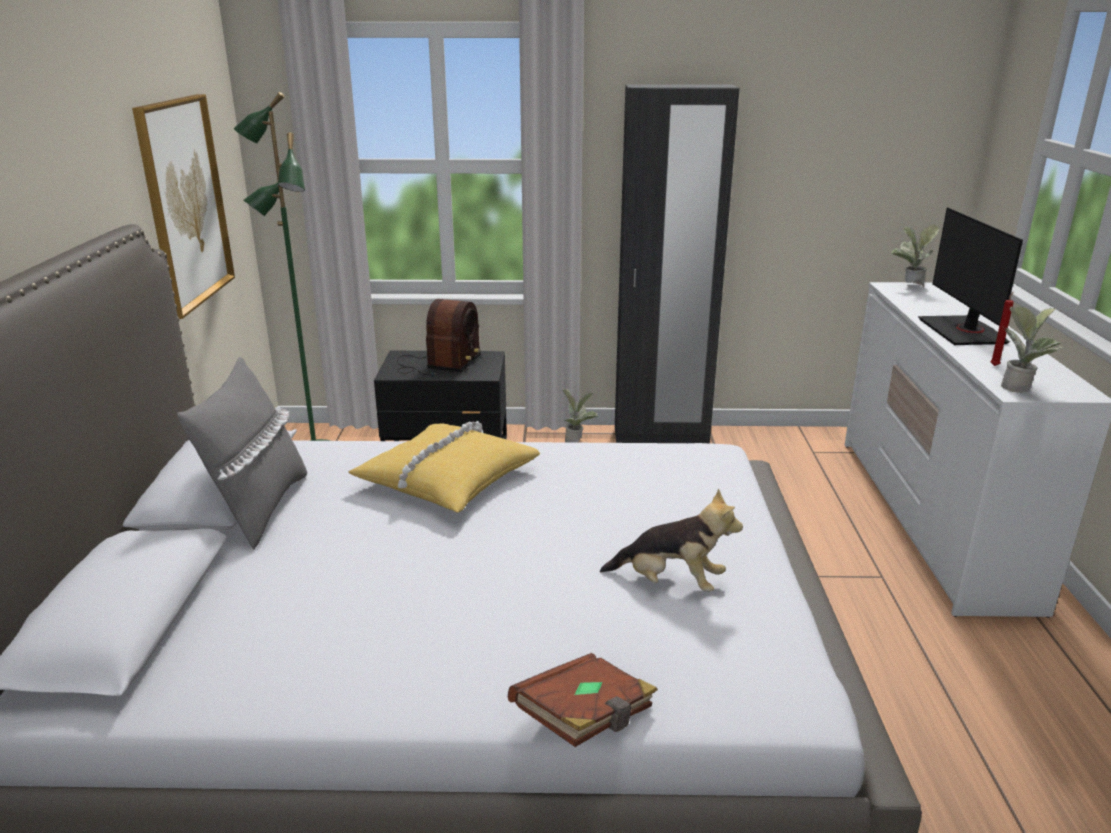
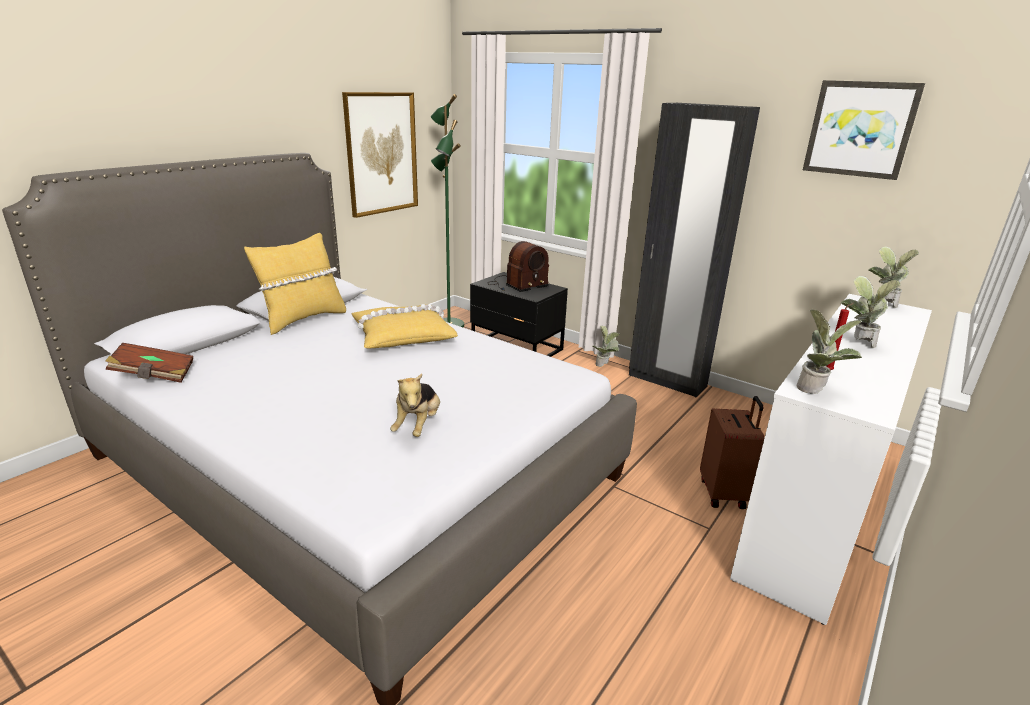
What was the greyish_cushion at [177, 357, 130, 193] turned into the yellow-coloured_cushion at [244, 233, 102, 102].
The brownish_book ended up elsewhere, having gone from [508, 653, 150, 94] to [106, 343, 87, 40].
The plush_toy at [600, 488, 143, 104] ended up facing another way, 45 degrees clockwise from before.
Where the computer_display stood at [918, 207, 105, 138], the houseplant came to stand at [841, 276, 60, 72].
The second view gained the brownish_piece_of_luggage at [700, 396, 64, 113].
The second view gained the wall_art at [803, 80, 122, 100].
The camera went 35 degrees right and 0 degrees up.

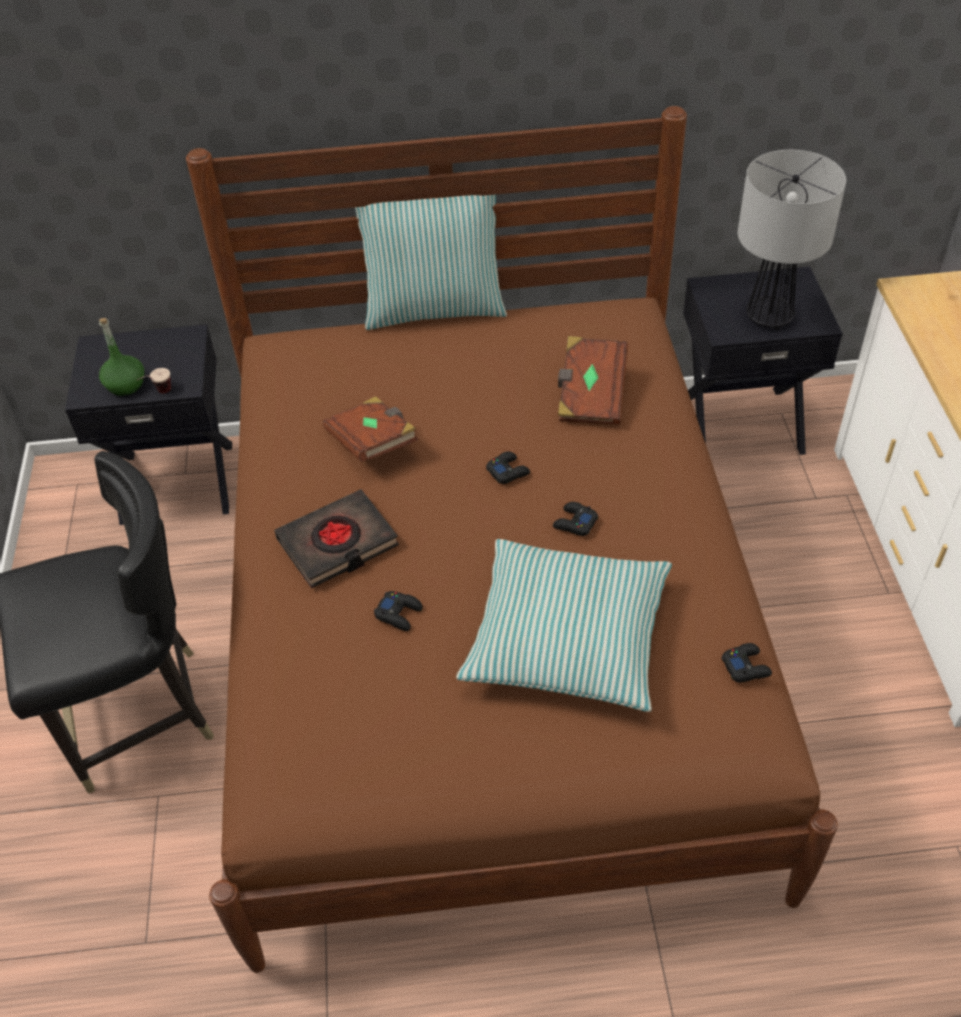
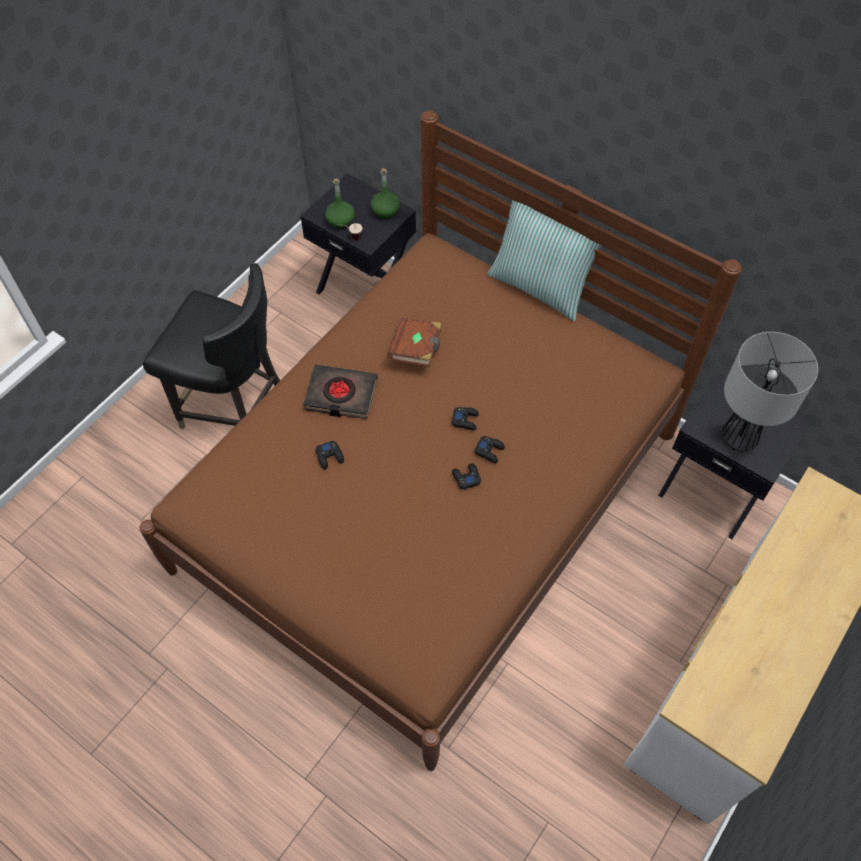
The second view lost the cushion at [456, 539, 216, 173].
The second view lost the brownish_book at [558, 336, 70, 89].
The black-coloured_game_controller ended up elsewhere, having gone from [721, 643, 51, 40] to [474, 436, 31, 27].
The second view gained the green-coloured_bottle at [371, 168, 29, 51].
The camera went 40 degrees right and 10 degrees up.

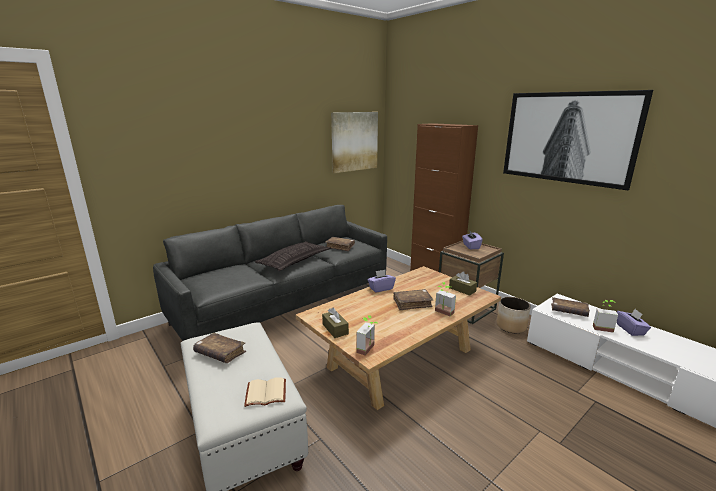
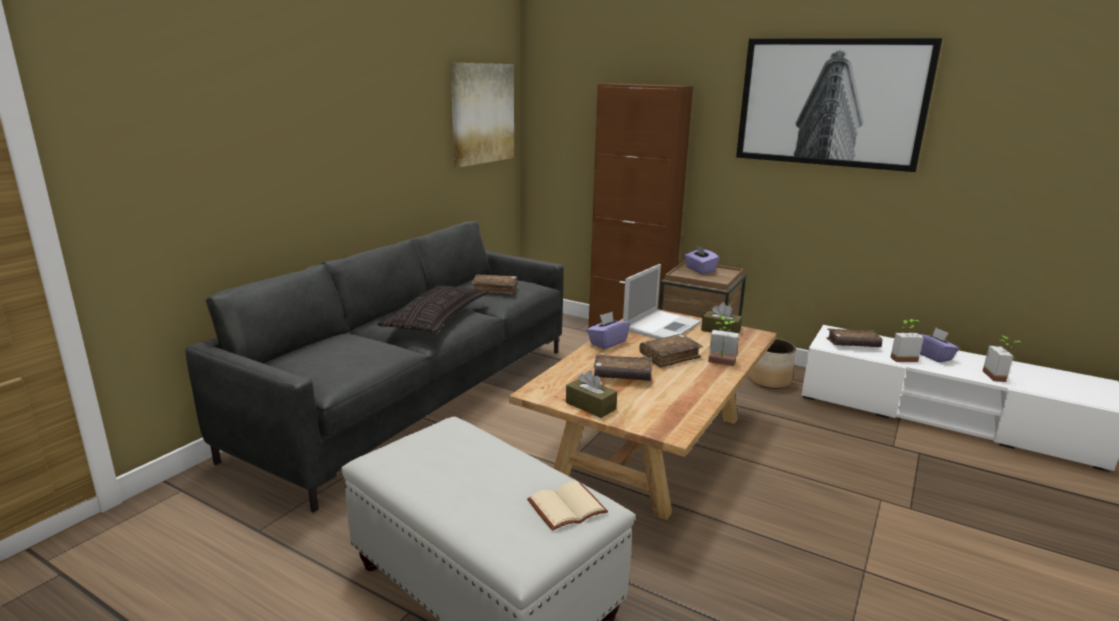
The brownish_book ended up elsewhere, having gone from [193, 333, 53, 30] to [594, 355, 58, 26].
The houseplant ended up elsewhere, having gone from [357, 315, 22, 41] to [983, 336, 38, 46].
The second view gained the laptop at [623, 264, 78, 75].
The camera went 20 degrees left and 0 degrees up.

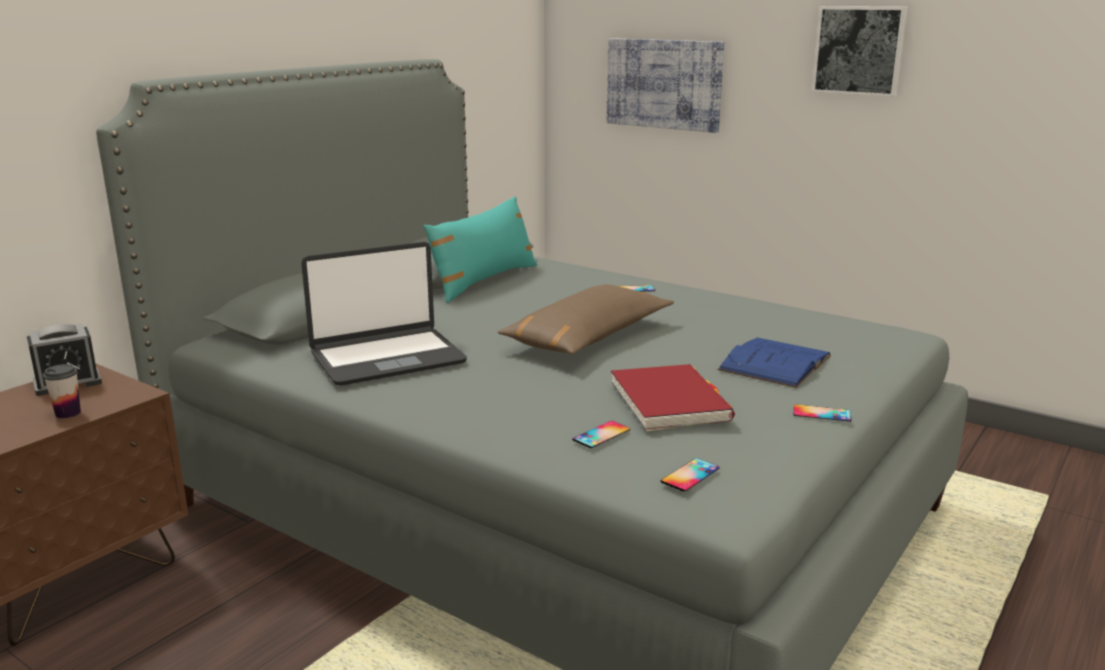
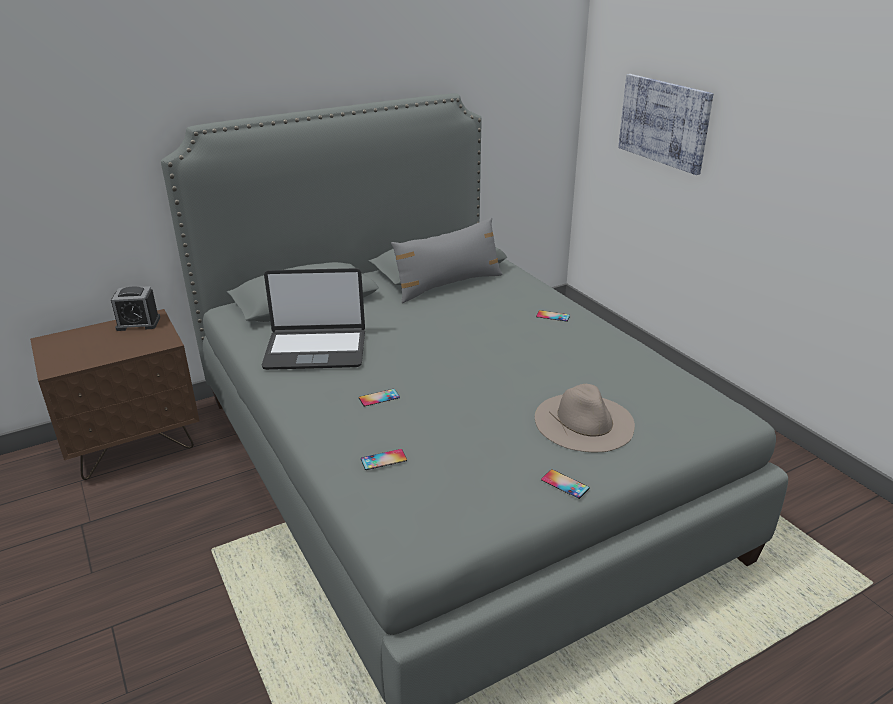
The second view lost the cup at [43, 364, 38, 54].
What was the blue-green_cushion at [423, 196, 114, 107] turned into the greyish_cushion at [391, 217, 112, 86].
The second view lost the brownish_cushion at [498, 284, 176, 71].
The second view lost the red-coloured_book at [611, 364, 124, 68].
The handset ended up elsewhere, having gone from [660, 458, 59, 34] to [359, 389, 41, 18].
Where the blue-coloured_book stood at [718, 337, 113, 51], the beige-coloured_wearable_hat came to stand at [535, 384, 100, 68].
The second view lost the wall_art at [812, 6, 96, 91].
The camera went 25 degrees right and 10 degrees up.

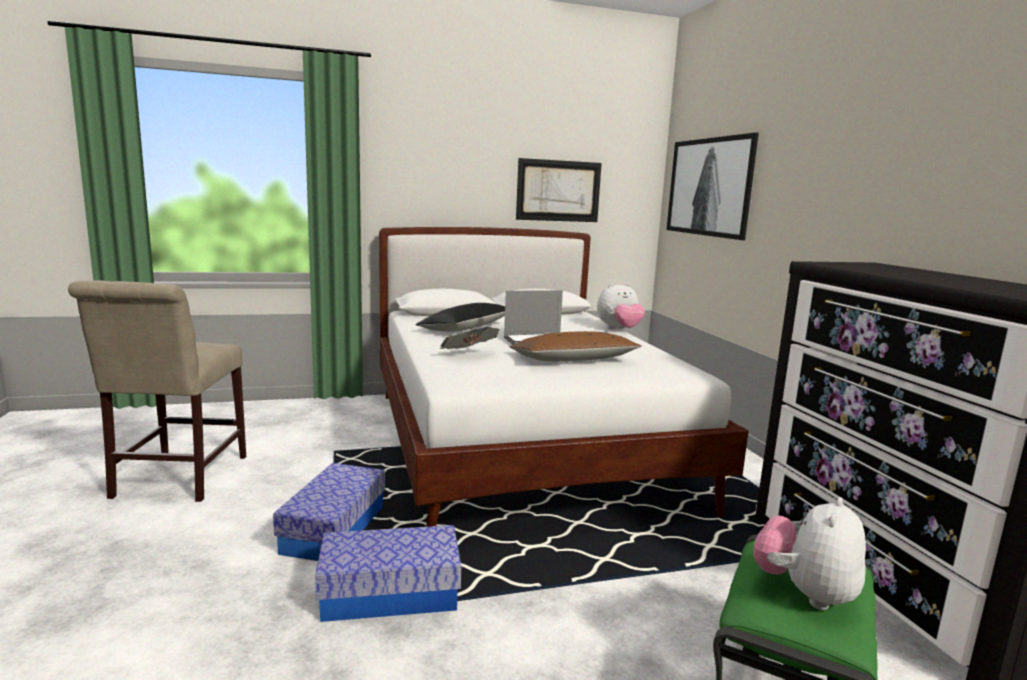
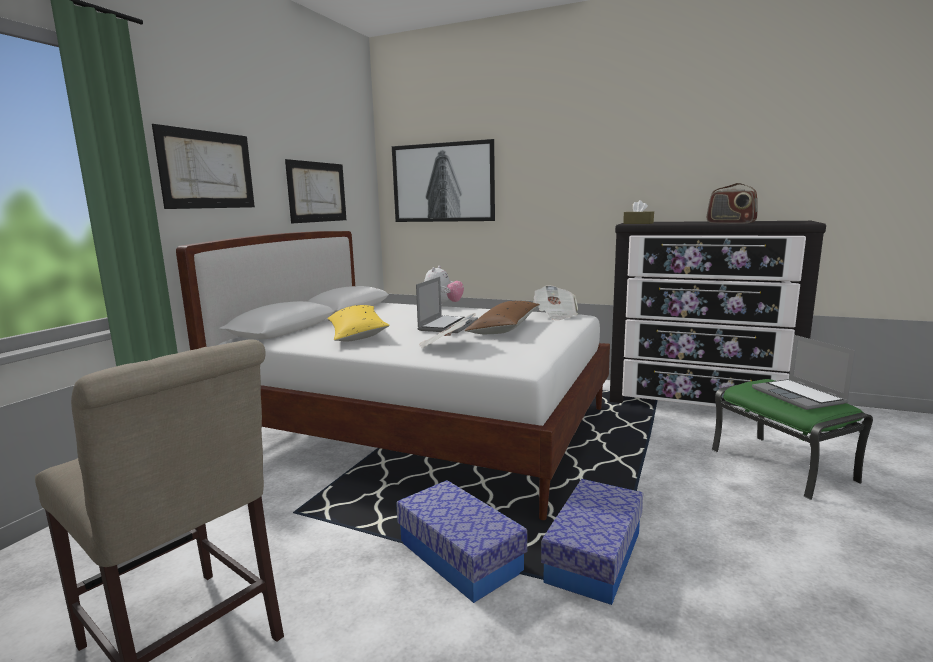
What was the black-coloured_cushion at [415, 303, 90, 29] turned into the yellow-coloured_cushion at [327, 305, 63, 37].
Where the plush_toy stood at [753, 497, 113, 113], the laptop came to stand at [752, 335, 103, 75].
The second view gained the wall_art at [152, 124, 103, 85].
The second view gained the daily_paper at [533, 285, 45, 35].
The second view gained the brownish_box_of_tissues at [623, 200, 31, 24].
The second view gained the radio at [707, 183, 51, 41].
The camera went 50 degrees left and 0 degrees up.

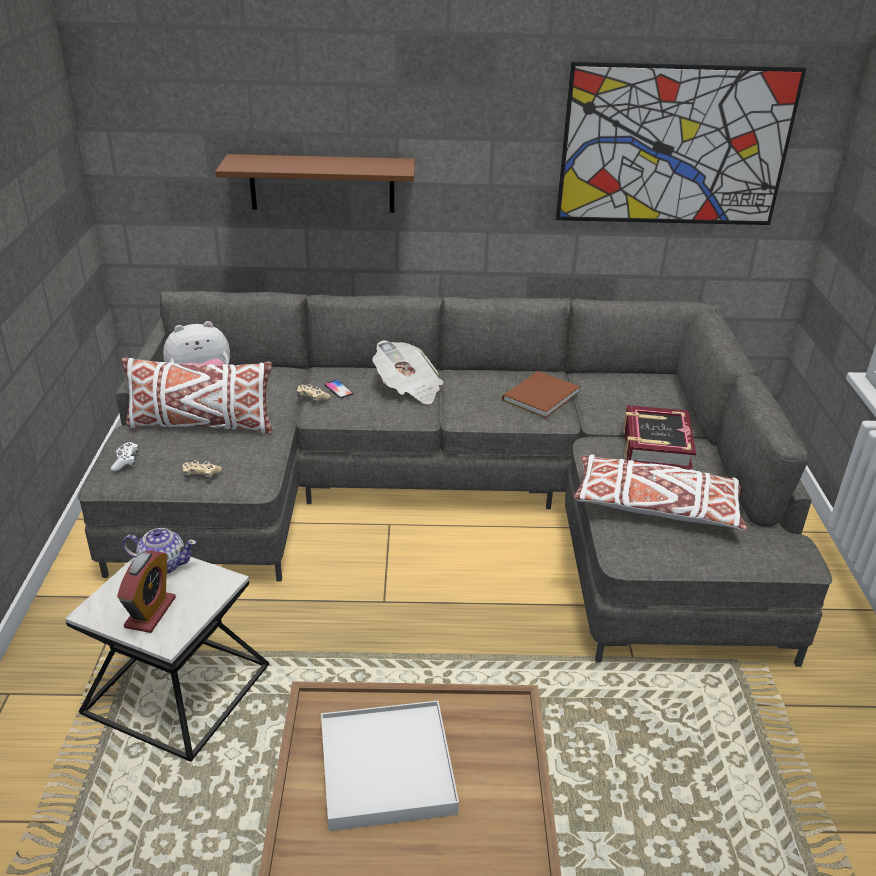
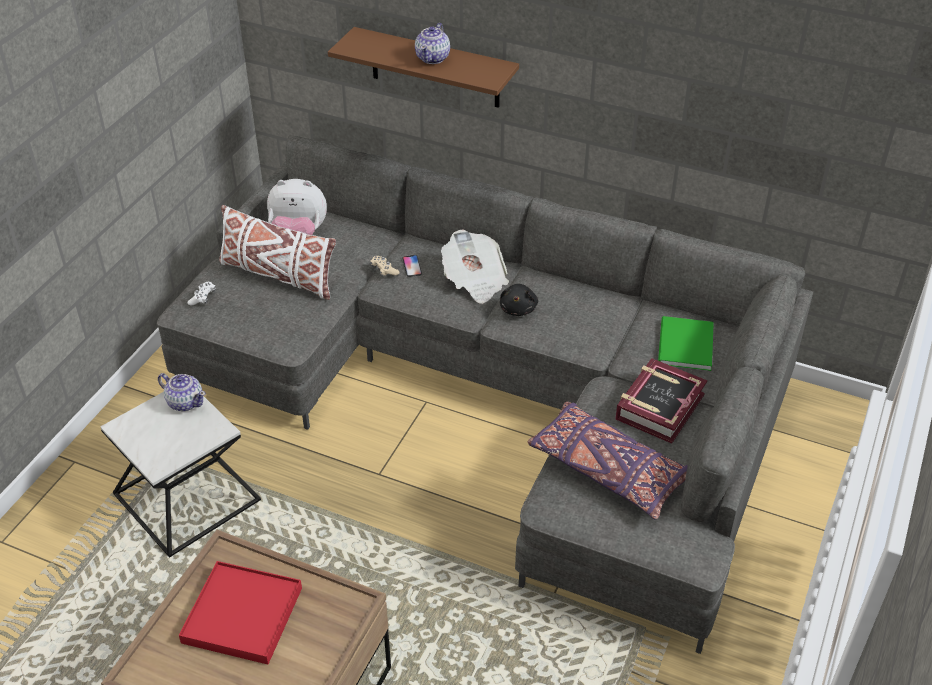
The second view lost the table_clock at [117, 551, 59, 82].
The second view lost the beige-coloured_game_controller at [182, 460, 40, 20].
What was the white_tray at [321, 701, 138, 130] turned into the red-coloured_tray at [179, 561, 123, 104].
The second view lost the brownish_book at [502, 371, 78, 47].
The second view lost the wall_art at [556, 61, 250, 164].
What was the white_cushion at [574, 454, 173, 76] turned into the purplish_cushion at [528, 401, 160, 119].
The second view gained the tea_pot at [415, 23, 35, 41].
The second view gained the black-coloured_plush_toy at [500, 284, 38, 32].
The second view gained the green-coloured_book at [658, 316, 56, 55].
The camera went 25 degrees right and 10 degrees up.

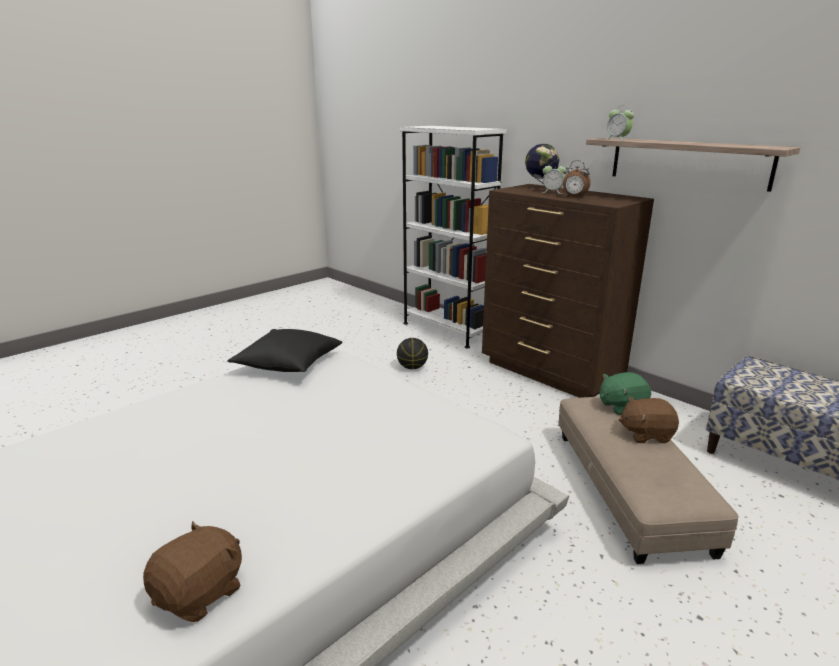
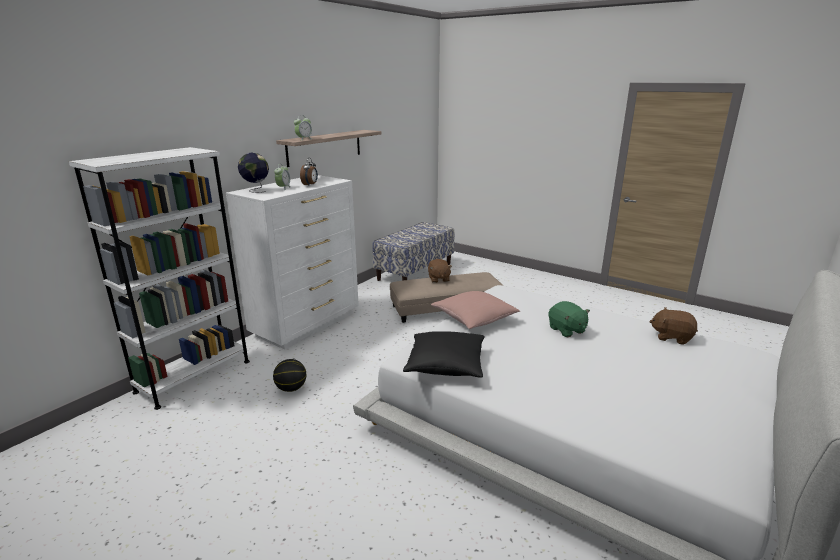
What was the brownish_chest_of_drawers at [482, 184, 172, 214] turned into the white_chest_of_drawers at [226, 175, 133, 175].
The green-coloured_plush_toy ended up elsewhere, having gone from [600, 372, 51, 43] to [548, 301, 42, 36].
The second view gained the pink-coloured_cushion at [431, 291, 89, 38].
The camera went 100 degrees left and 0 degrees up.

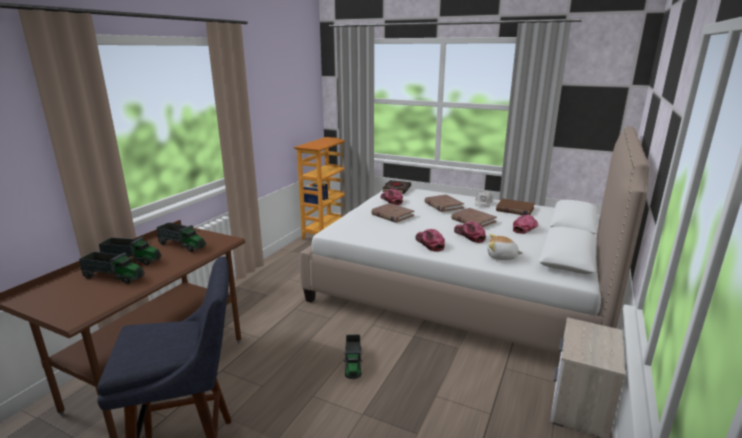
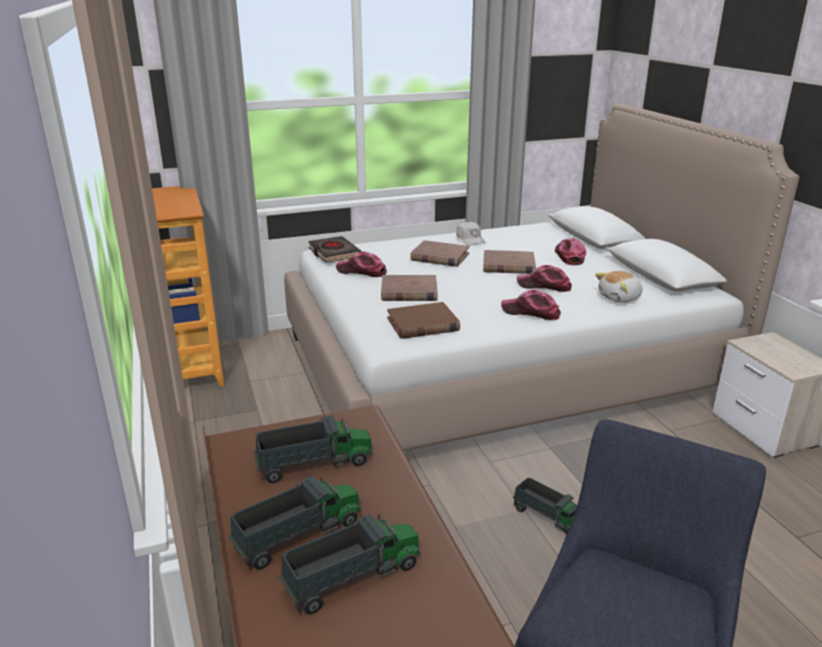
The brownish_book ended up elsewhere, having gone from [496, 199, 39, 16] to [387, 302, 73, 37].
The camera went 45 degrees left and 5 degrees up.

